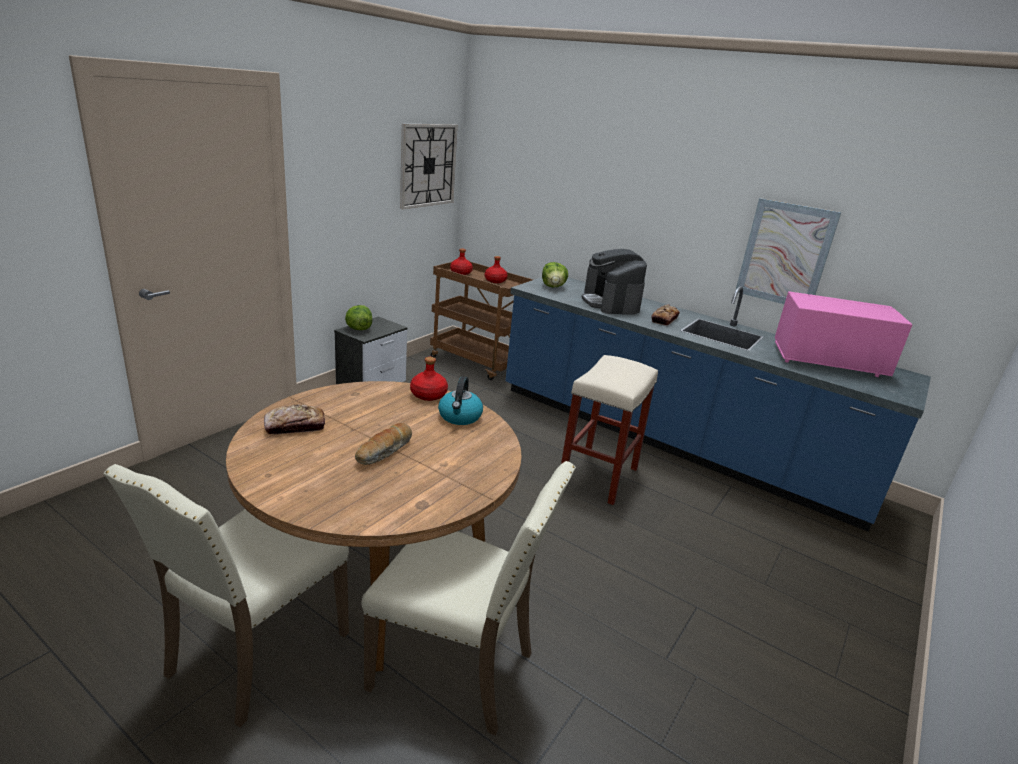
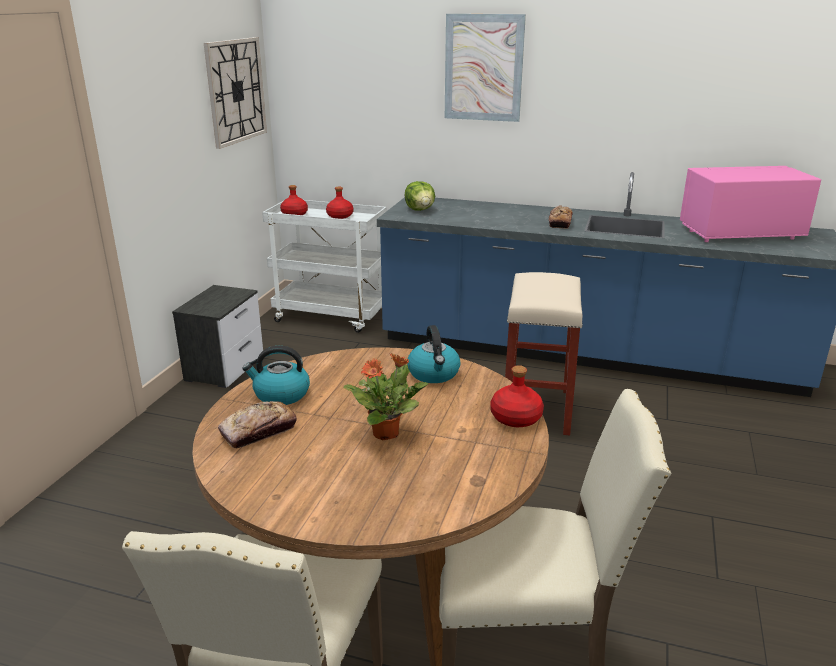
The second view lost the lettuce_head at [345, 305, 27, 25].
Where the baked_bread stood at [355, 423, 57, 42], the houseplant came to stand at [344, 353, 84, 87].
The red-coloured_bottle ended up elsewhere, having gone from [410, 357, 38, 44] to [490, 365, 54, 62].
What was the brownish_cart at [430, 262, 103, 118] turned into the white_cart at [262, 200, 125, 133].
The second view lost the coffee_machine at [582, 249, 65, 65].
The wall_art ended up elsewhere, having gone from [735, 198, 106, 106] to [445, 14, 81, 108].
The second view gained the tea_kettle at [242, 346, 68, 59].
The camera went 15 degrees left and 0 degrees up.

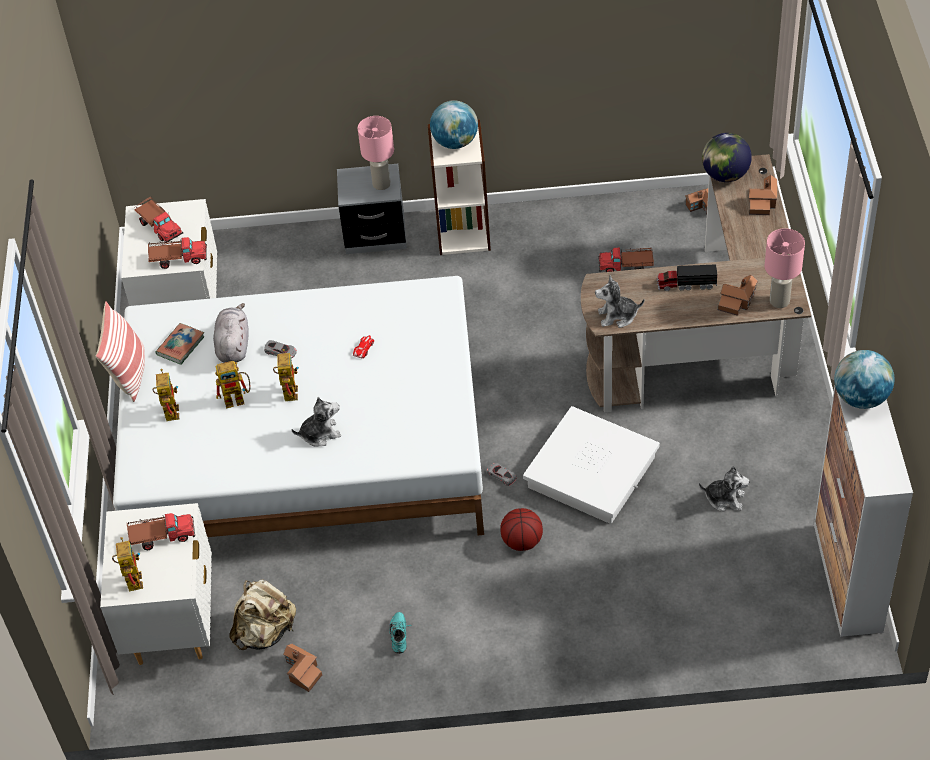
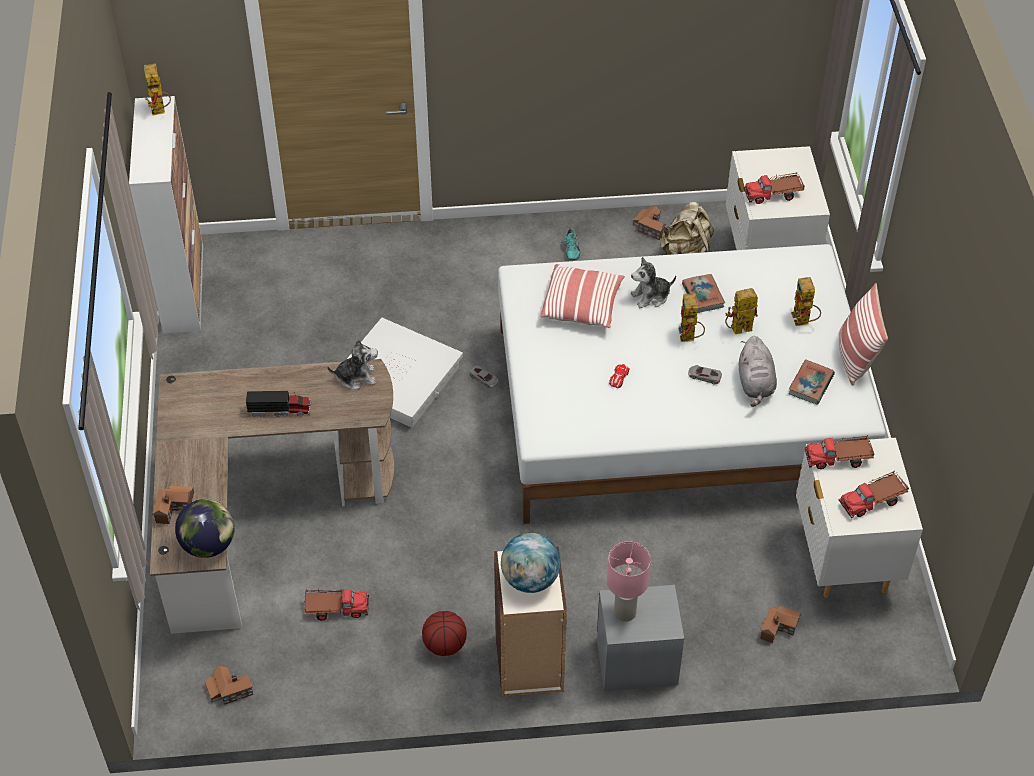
The model_robot ended up elsewhere, having gone from [112, 537, 31, 55] to [144, 63, 27, 52].
The toy_lorry at [134, 196, 49, 47] ended up facing another way, 75 degrees counterclockwise from before.
The basketball ended up elsewhere, having gone from [500, 508, 43, 43] to [422, 611, 45, 45].
The second view lost the plush_toy at [699, 466, 50, 46].
The miniature_house ended up elsewhere, having gone from [718, 275, 40, 41] to [760, 606, 41, 37].
The second view lost the pink-coloured_lamp_for_a_table at [765, 228, 40, 80].
The second view lost the globe at [834, 350, 61, 59].
The second view gained the cushion at [540, 264, 85, 64].
The second view gained the book at [682, 274, 43, 39].
The camera went 175 degrees right and 0 degrees up.

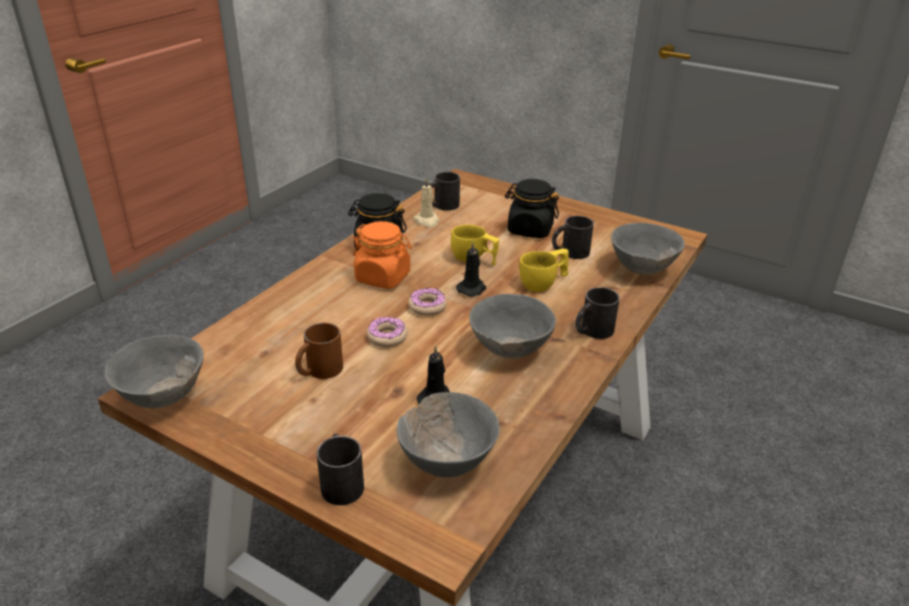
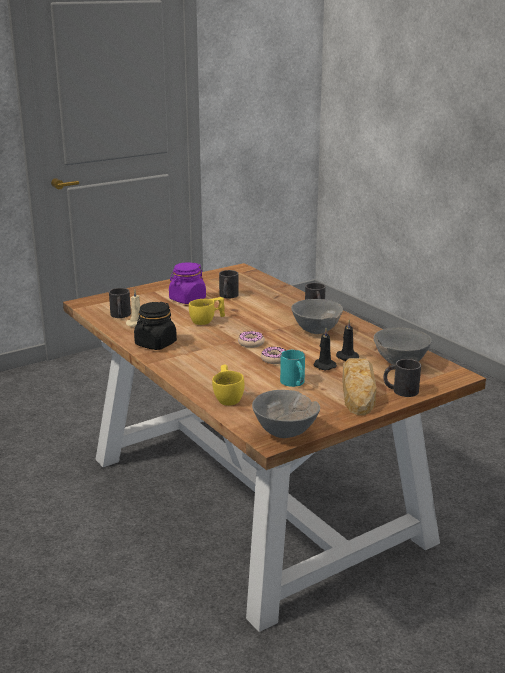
What was the brownish_mug at [295, 323, 48, 56] turned into the blue-green_mug at [280, 350, 25, 37].
The second view lost the orangey_preserve_jar at [353, 221, 59, 68].
The black-coloured_wax_light ended up elsewhere, having gone from [456, 242, 30, 55] to [313, 328, 24, 42].
What was the black-coloured_preserve_jar at [505, 179, 54, 59] turned into the purplish_preserve_jar at [169, 262, 37, 42].
The yellow-coloured_cup ended up elsewhere, having gone from [519, 249, 50, 43] to [212, 364, 33, 42].
The second view lost the greyish_serving_bowl at [611, 223, 74, 52].
The second view gained the baked_bread at [342, 358, 35, 57].
The camera went 65 degrees left and 10 degrees down.

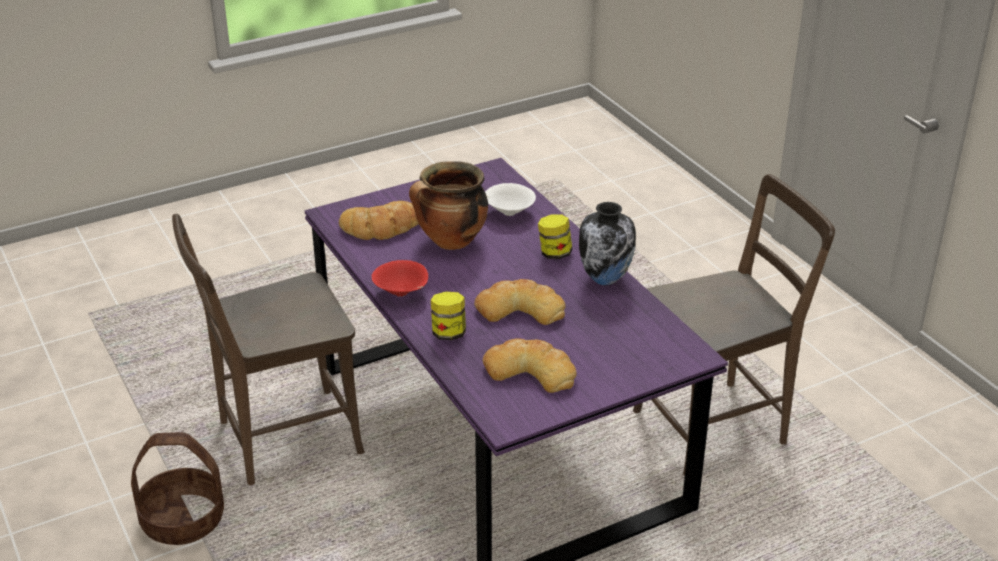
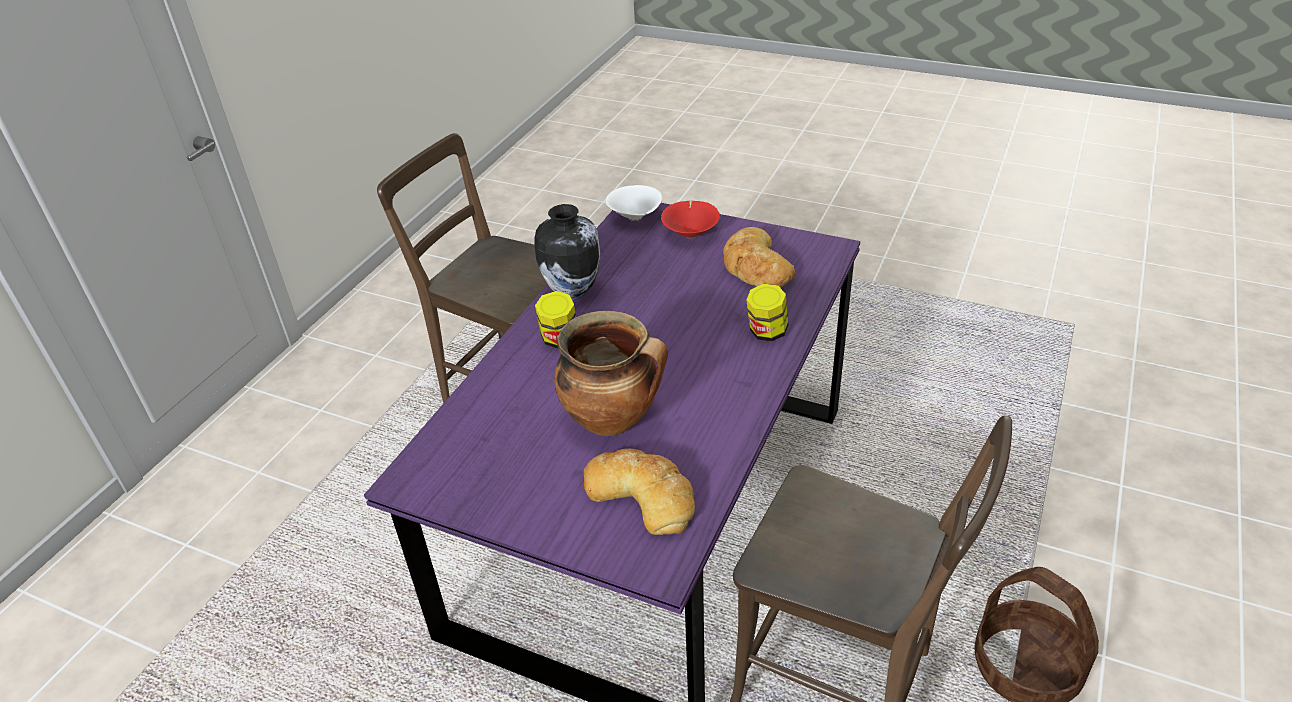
The red-coloured_serving_bowl ended up elsewhere, having gone from [372, 260, 56, 37] to [661, 201, 59, 37].
The second view lost the baked_bread at [474, 279, 91, 46].
The white_serving_bowl ended up elsewhere, having gone from [485, 183, 51, 33] to [606, 185, 56, 36].
The camera went 125 degrees left and 5 degrees up.

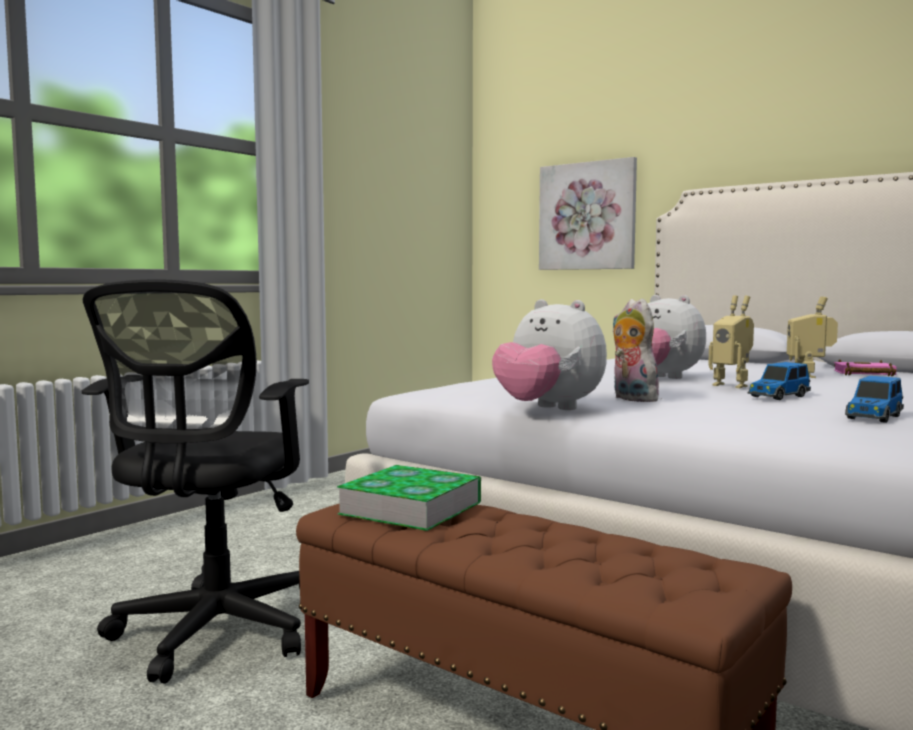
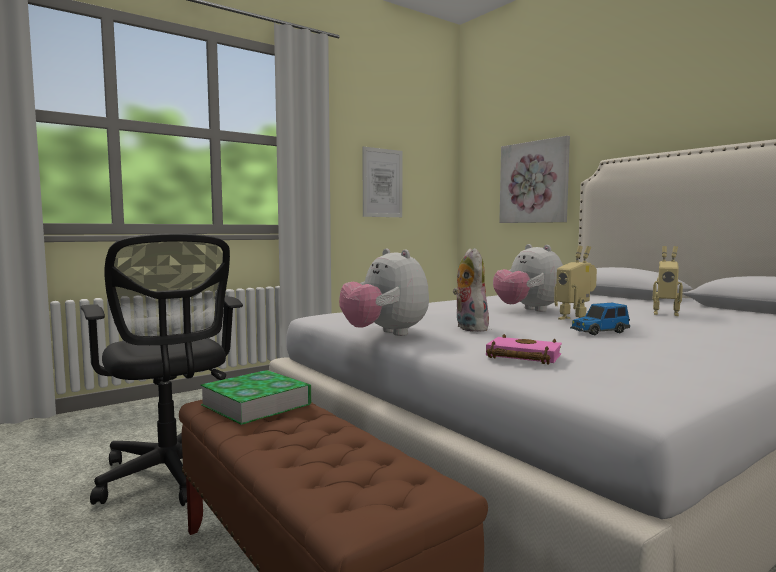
The black-coloured_desk_chair at [82, 279, 227, 405] ended up facing another way, 60 degrees counterclockwise from before.
The model_robot at [787, 296, 51, 82] ended up facing another way, 90 degrees counterclockwise from before.
The pink-coloured_book ended up elsewhere, having gone from [834, 360, 63, 16] to [486, 334, 76, 31].
The second view lost the miniature_car at [845, 376, 59, 47].
The second view gained the wall_art at [362, 147, 40, 70].
The camera went 15 degrees right and 0 degrees up.

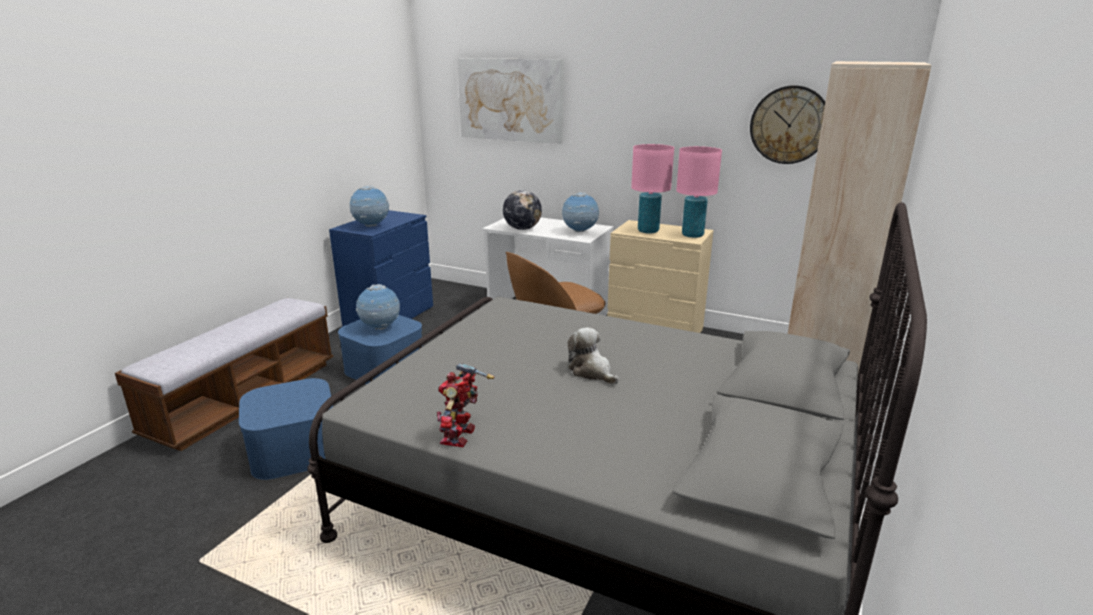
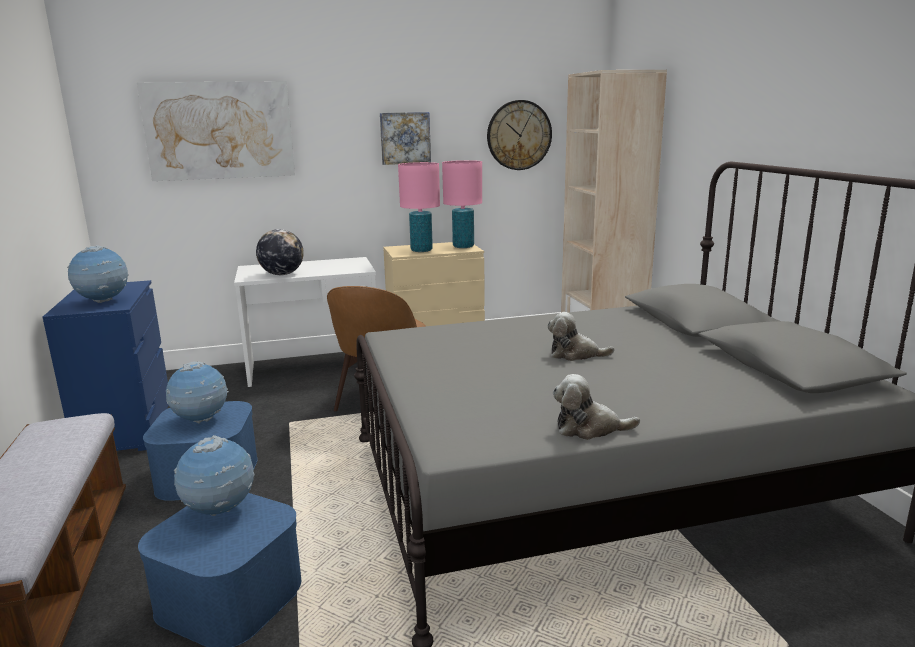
Where the model_robot stood at [437, 363, 57, 85], the plush_toy came to stand at [553, 374, 87, 66].
The globe ended up elsewhere, having gone from [562, 192, 37, 40] to [174, 435, 81, 81].
The second view gained the wall_art at [380, 112, 51, 53].
The camera went 40 degrees left and 5 degrees down.

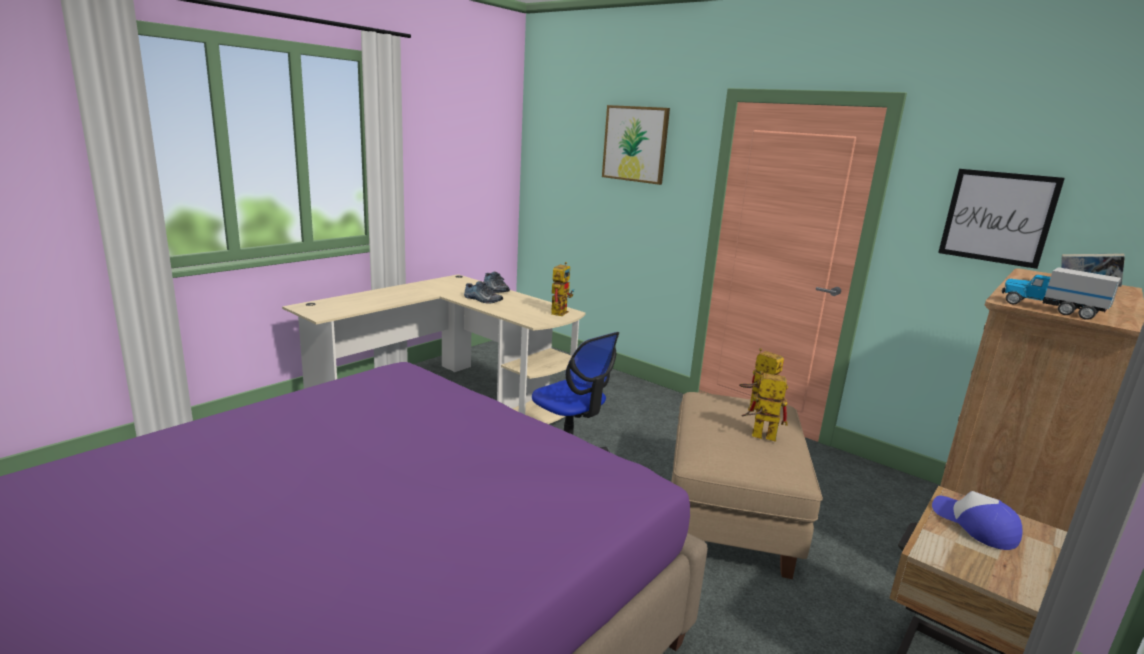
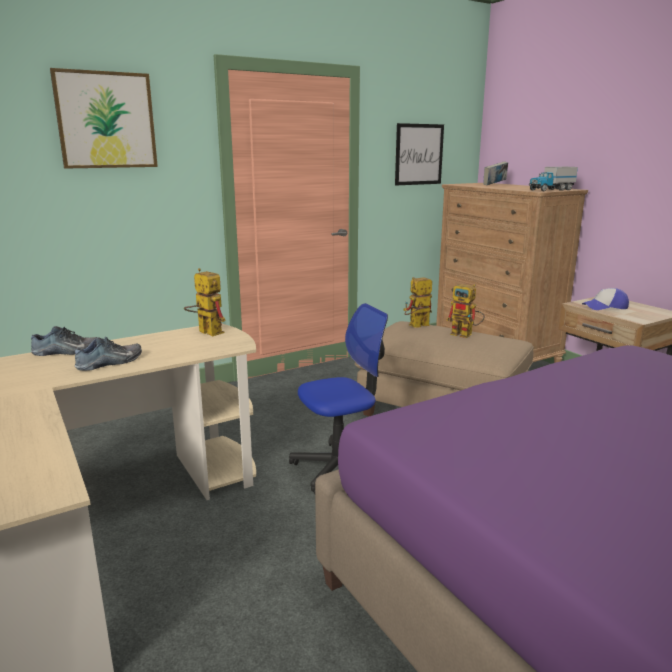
The model_robot at [742, 371, 46, 71] ended up facing another way, 90 degrees counterclockwise from before.
The camera went 70 degrees left and 0 degrees up.

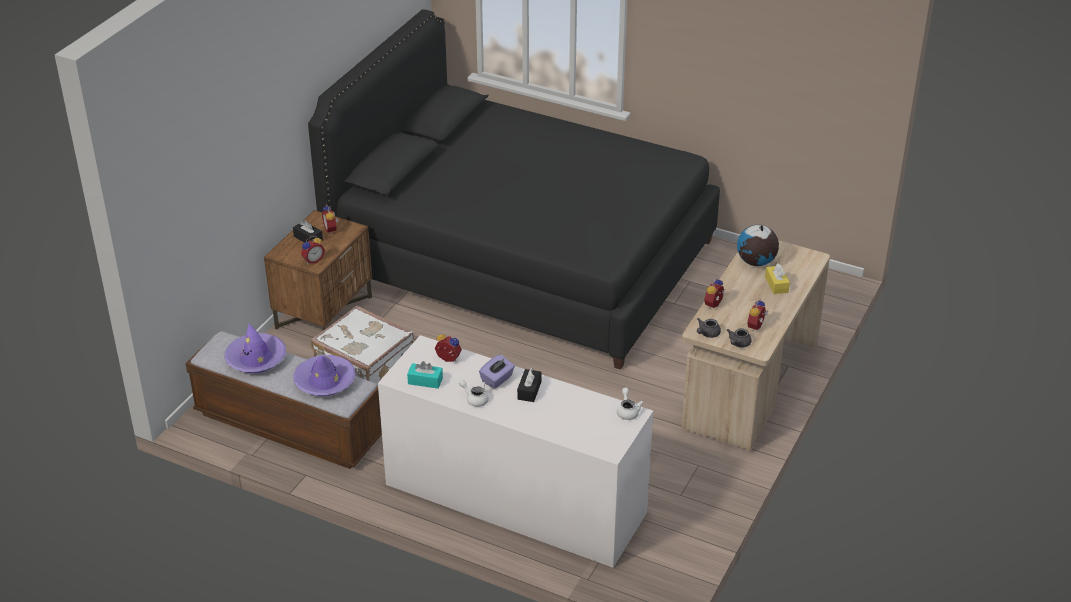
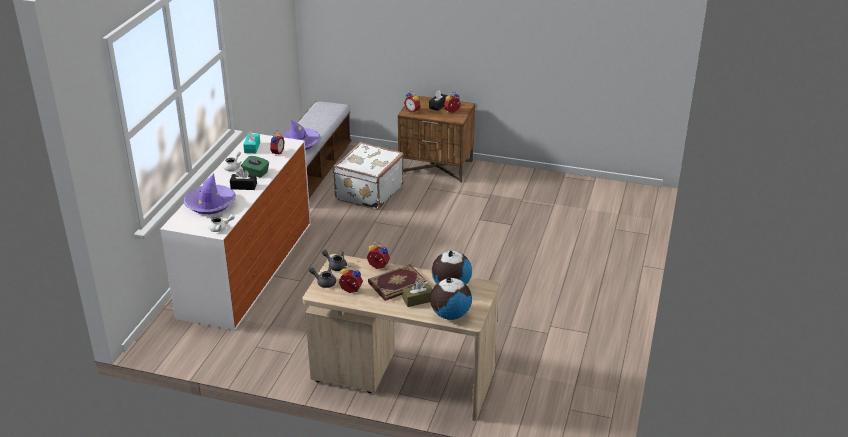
The purplish_wearable_hat ended up elsewhere, having gone from [225, 324, 61, 49] to [184, 173, 52, 41].
The second view lost the black-coloured_sleeping_bed at [308, 9, 412, 361].
What was the purplish_box_of_tissues at [479, 354, 36, 35] turned into the green-coloured_box_of_tissues at [241, 156, 28, 22].
What was the yellow-coloured_box_of_tissues at [765, 263, 25, 31] turned into the brownish_box_of_tissues at [403, 281, 29, 26].
The second view gained the book at [368, 264, 59, 37].
The second view gained the globe at [430, 277, 42, 43].
The camera went 80 degrees right and 5 degrees down.

